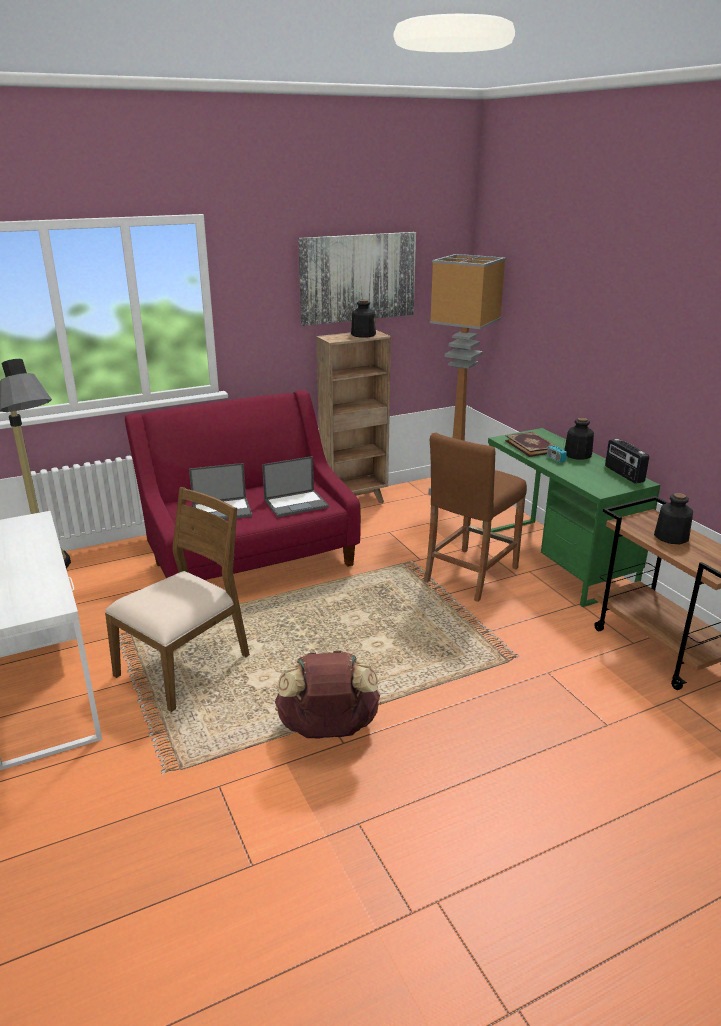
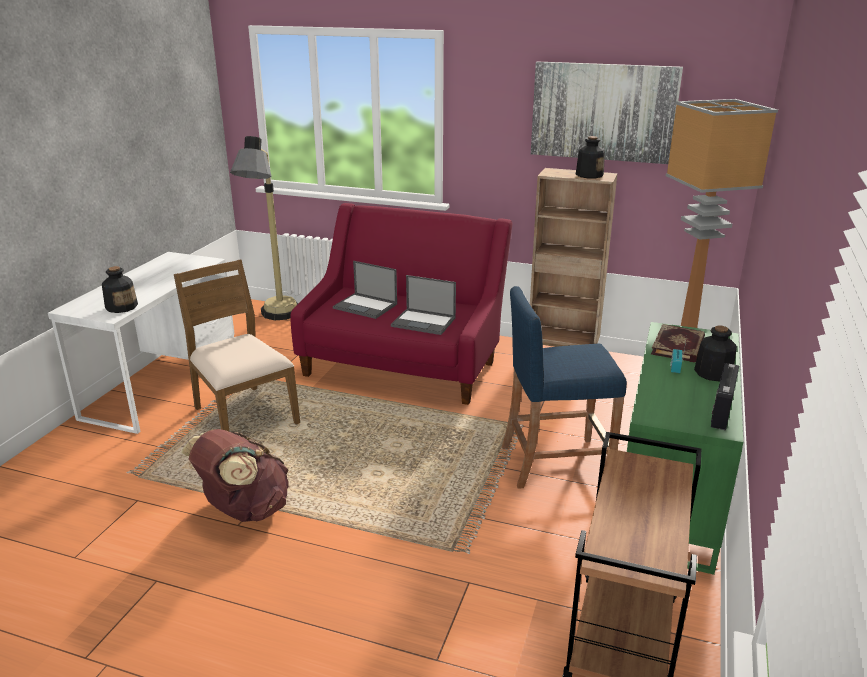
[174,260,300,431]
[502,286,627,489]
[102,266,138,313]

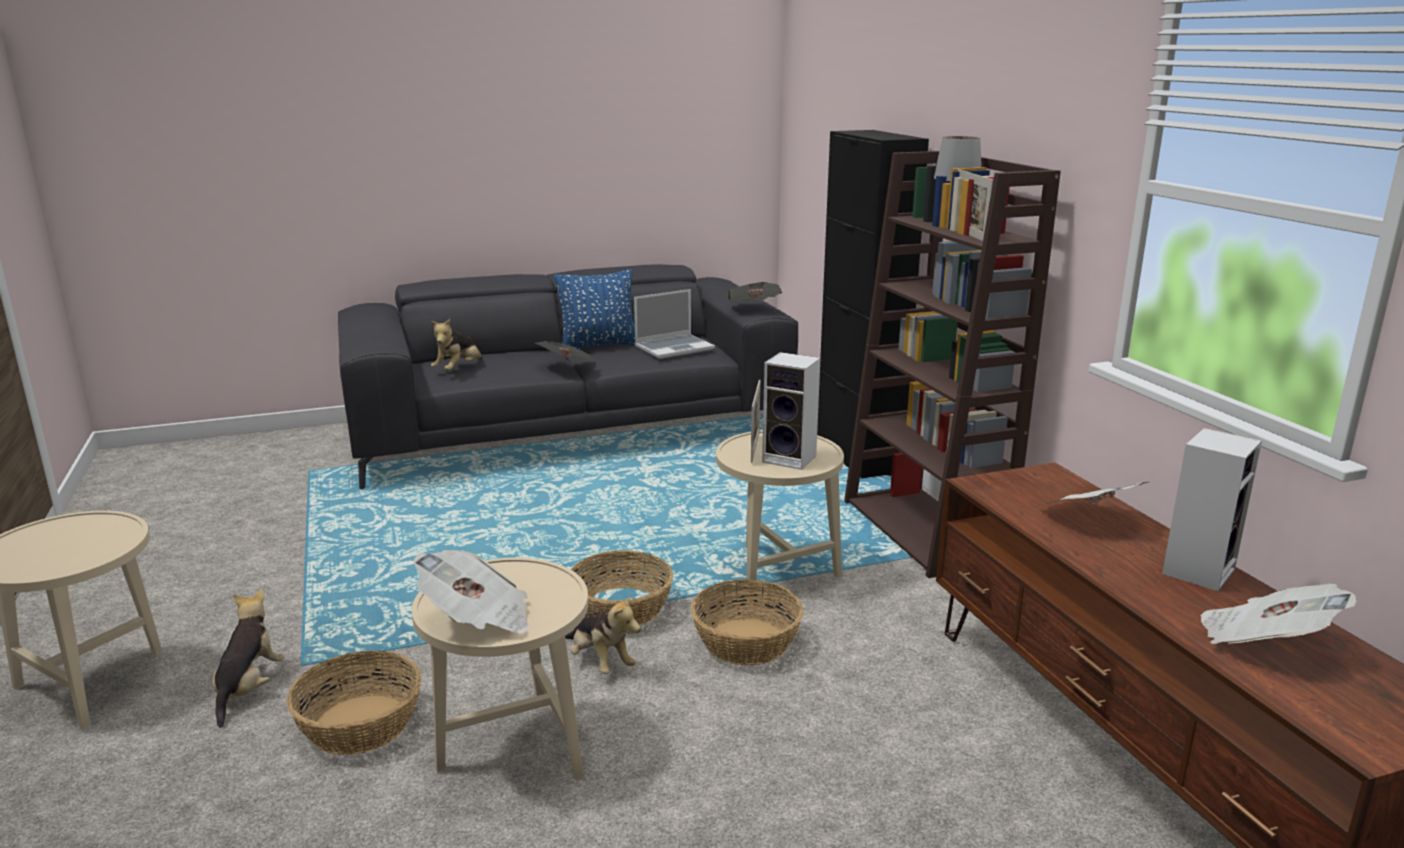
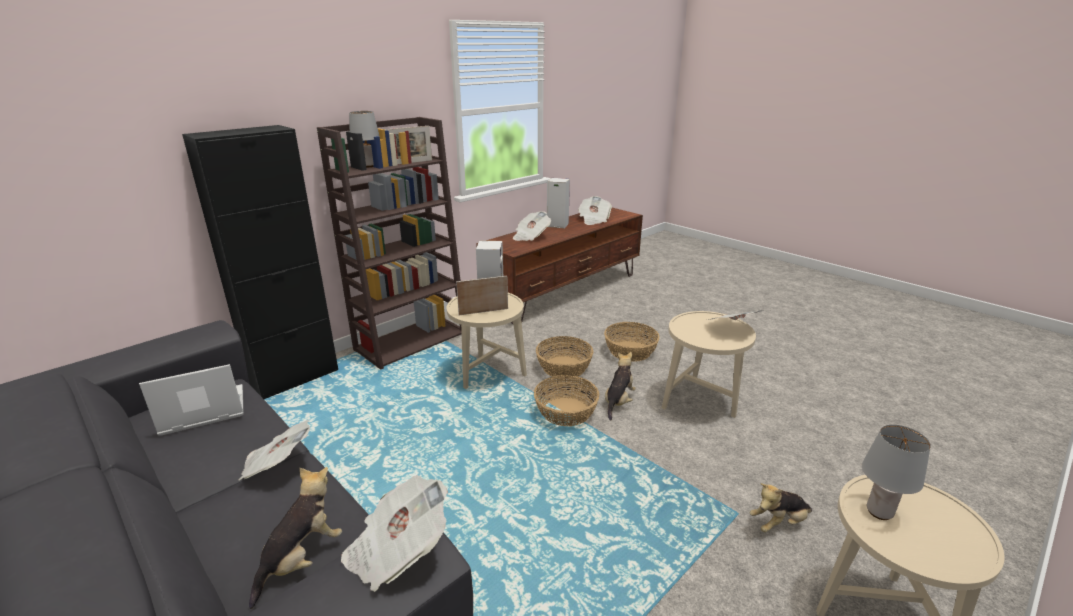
[604,322,660,362]
[249,467,342,609]
[554,269,635,349] (first image)
[139,364,244,435]
[341,475,448,592]
[862,425,931,520]

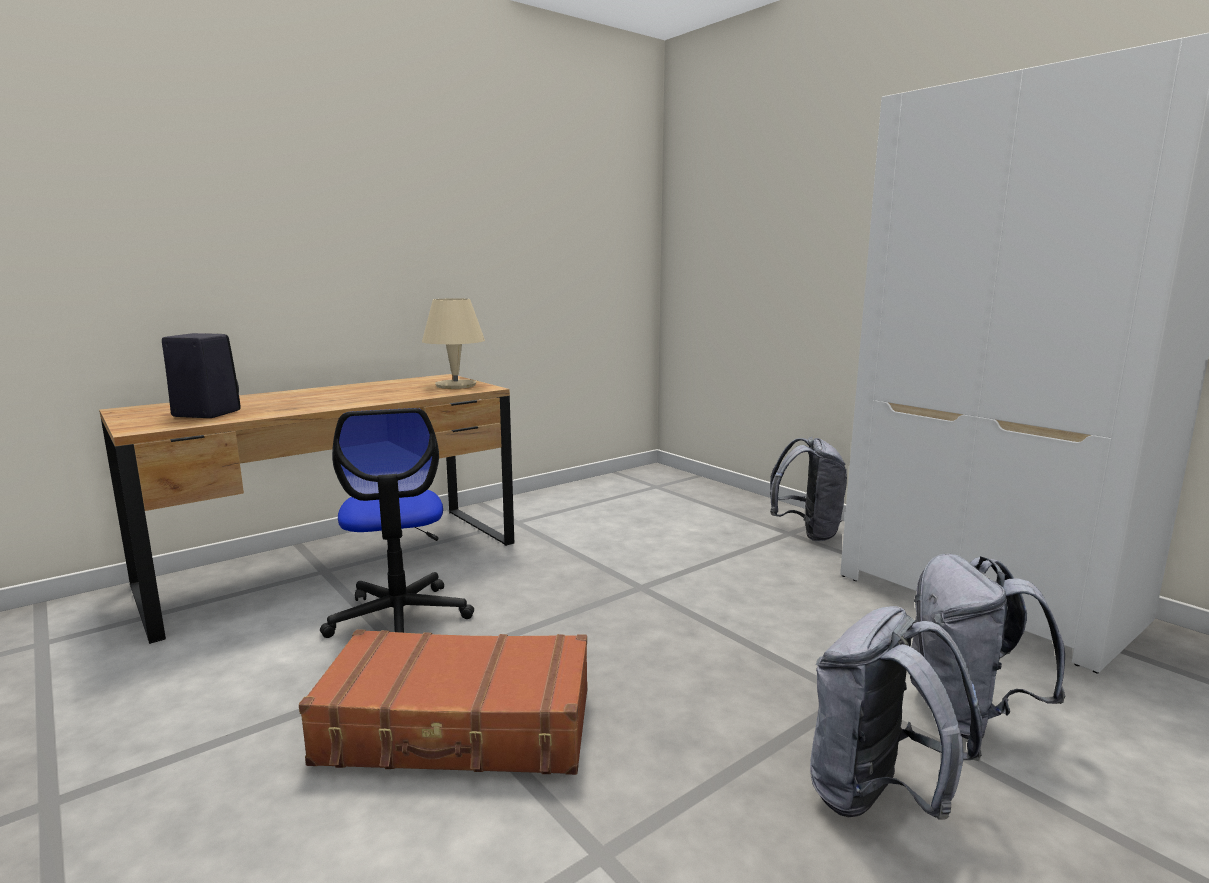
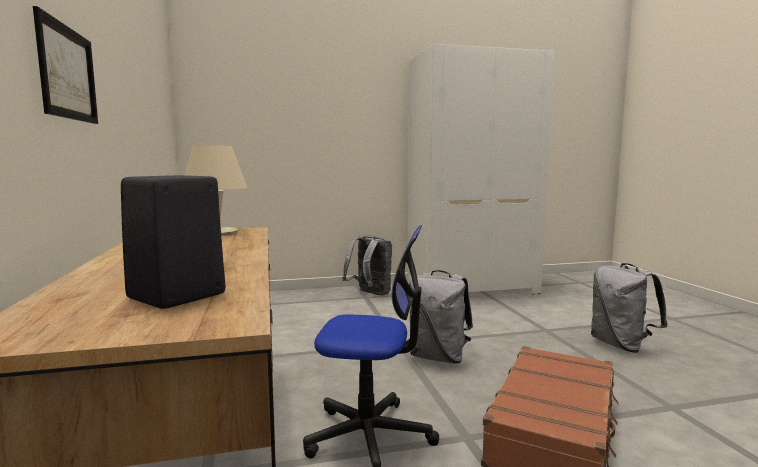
[409,270,473,363]
[33,6,98,124]

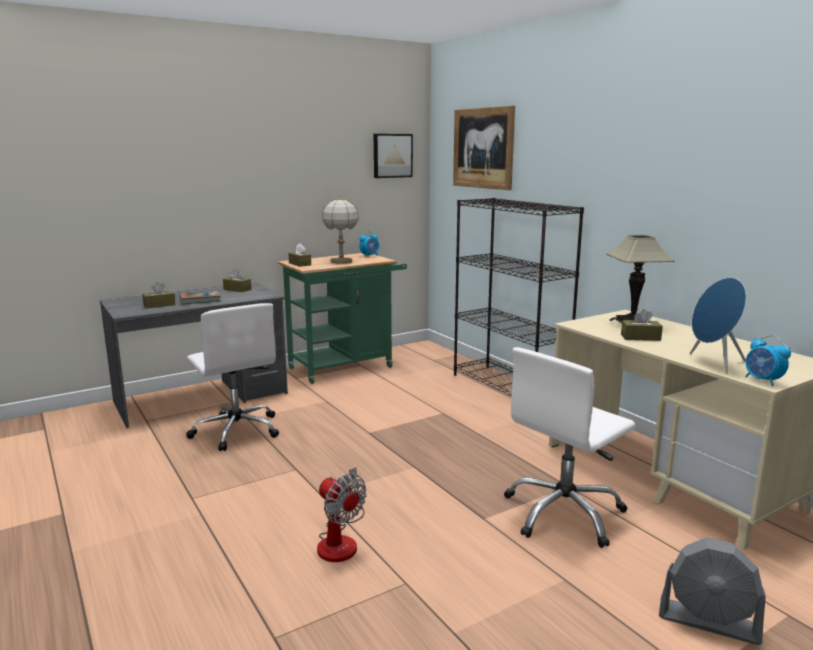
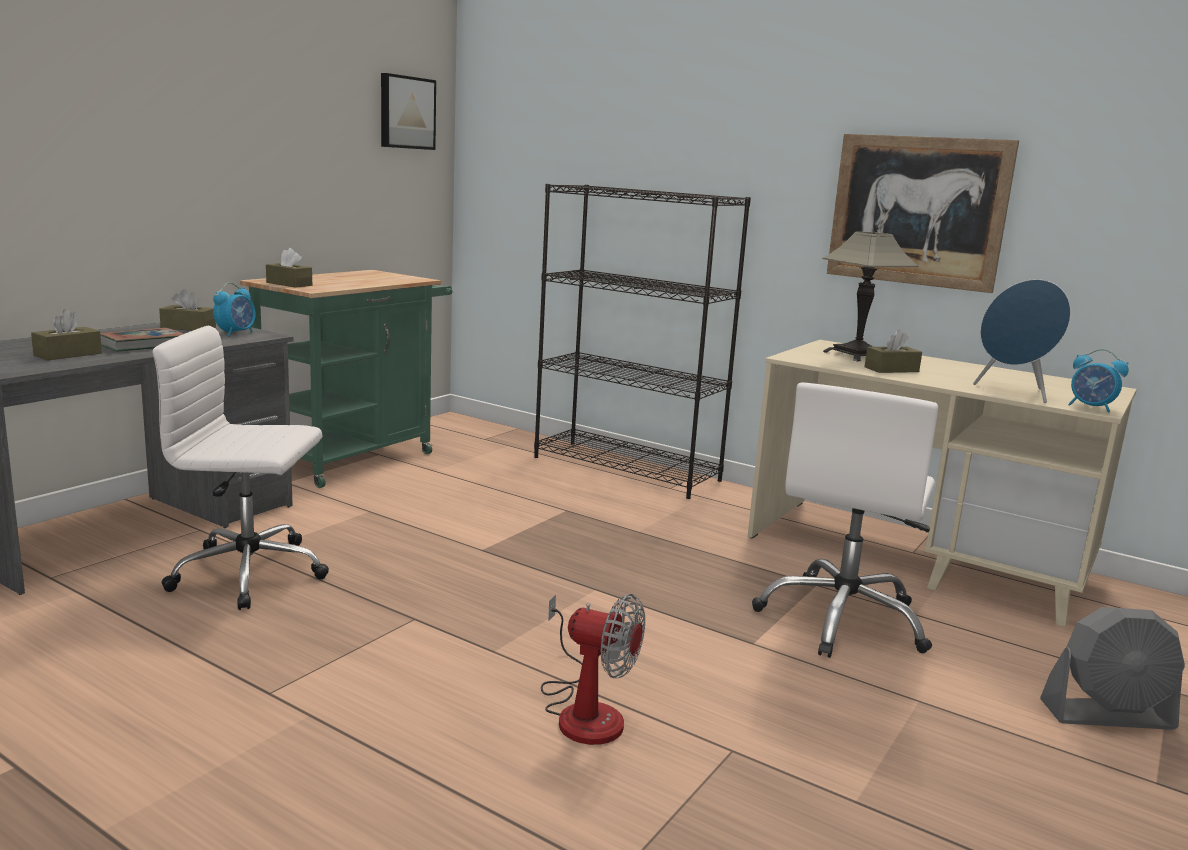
[153,325,329,610]
[322,196,359,264] (first image)
[213,282,256,336]
[827,134,1019,293]

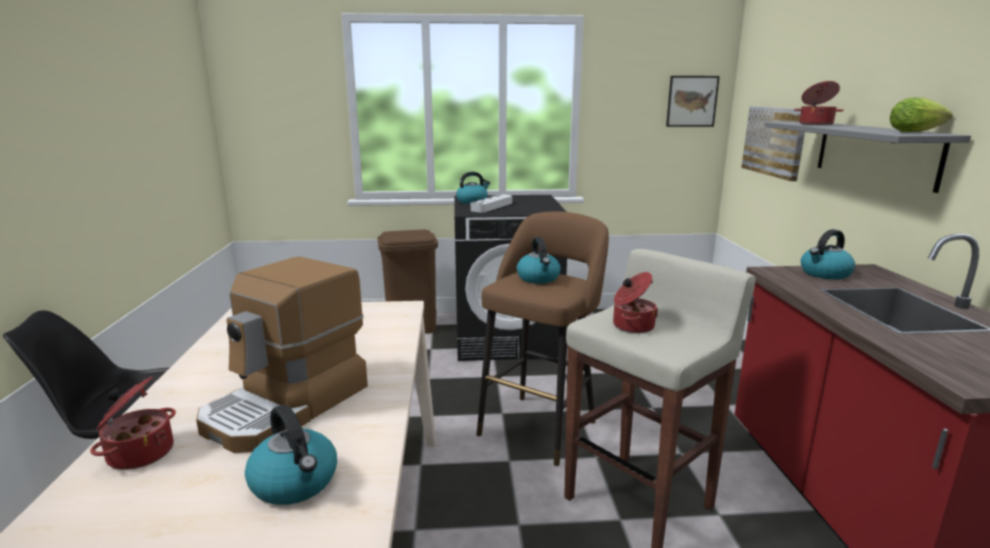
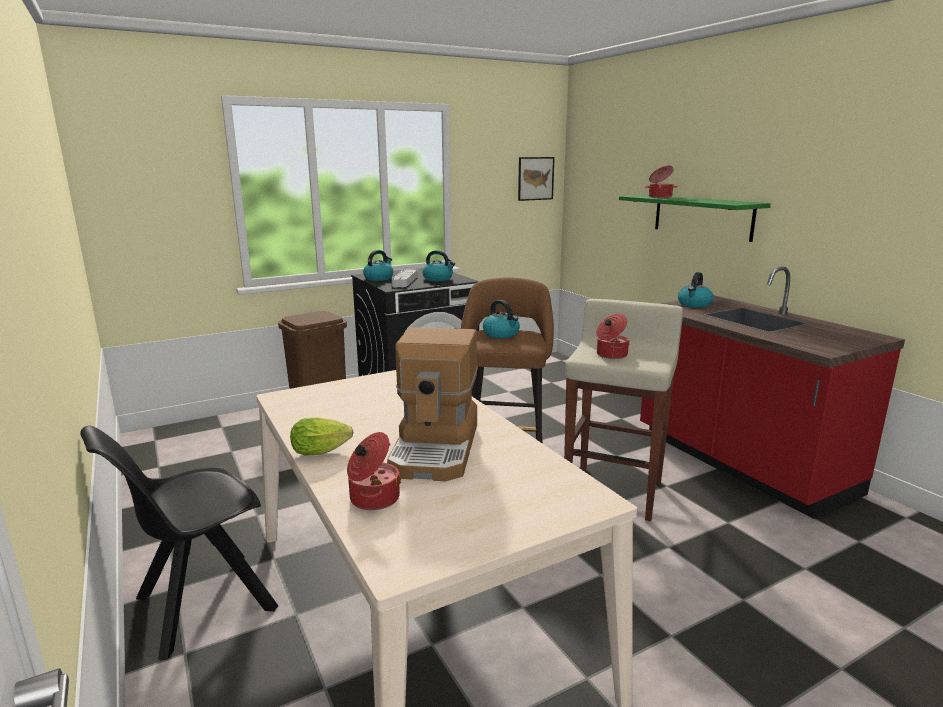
[423,250,455,281]
[741,106,805,181] (first image)
[619,195,771,242]
[290,417,353,456]

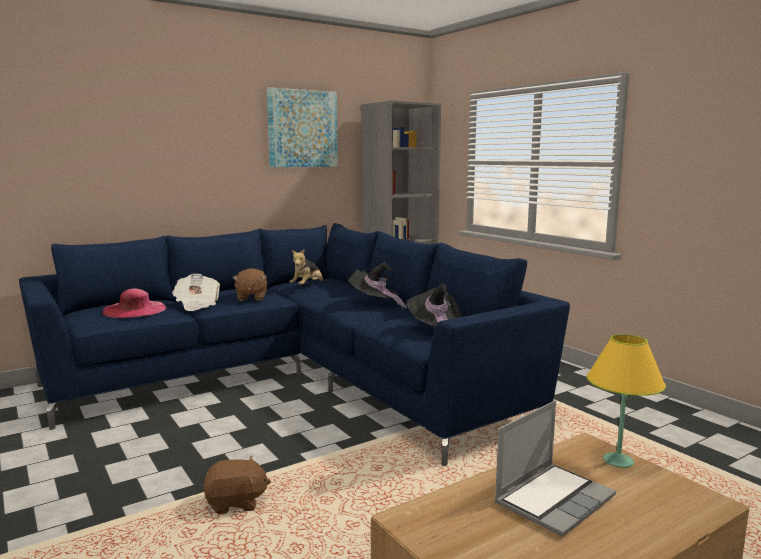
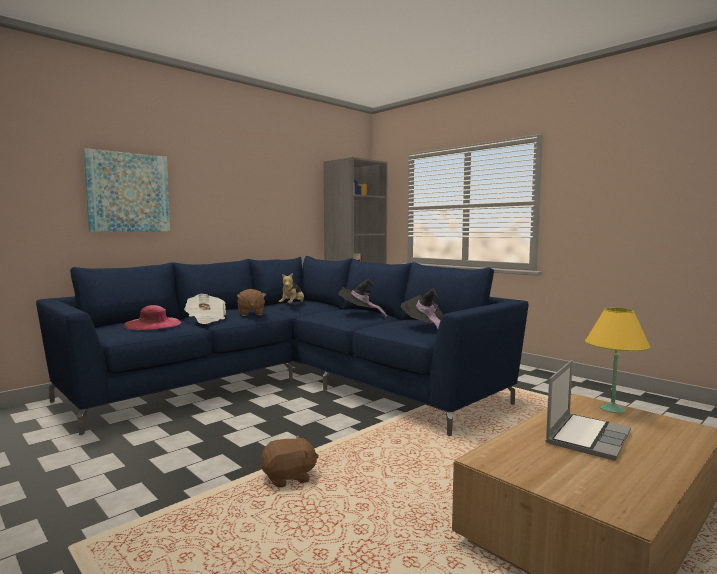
[83,148,170,231]

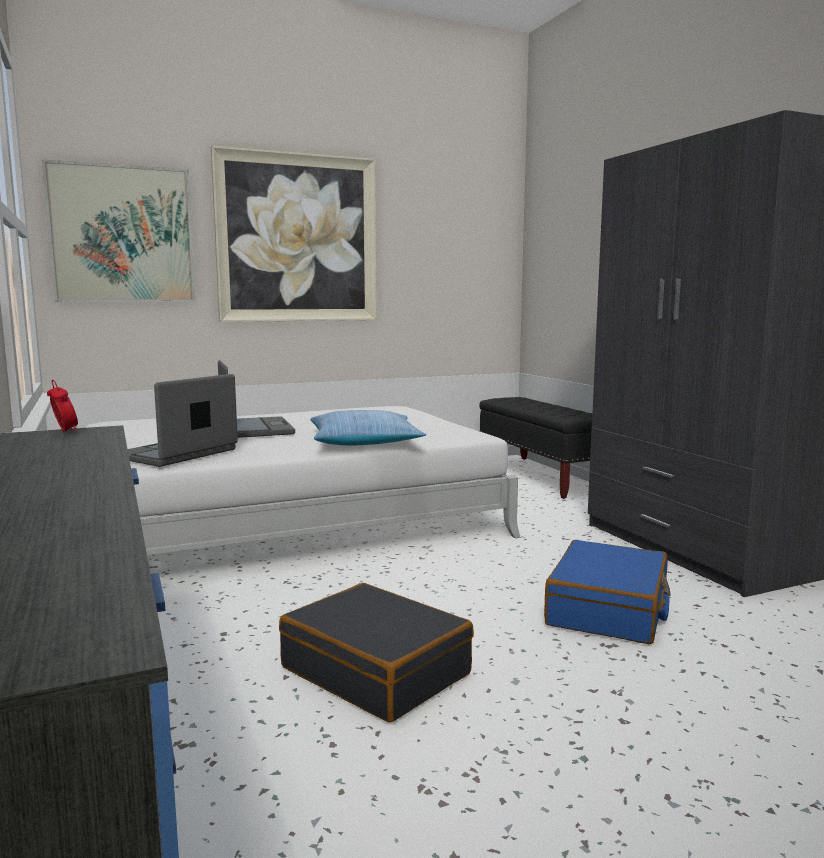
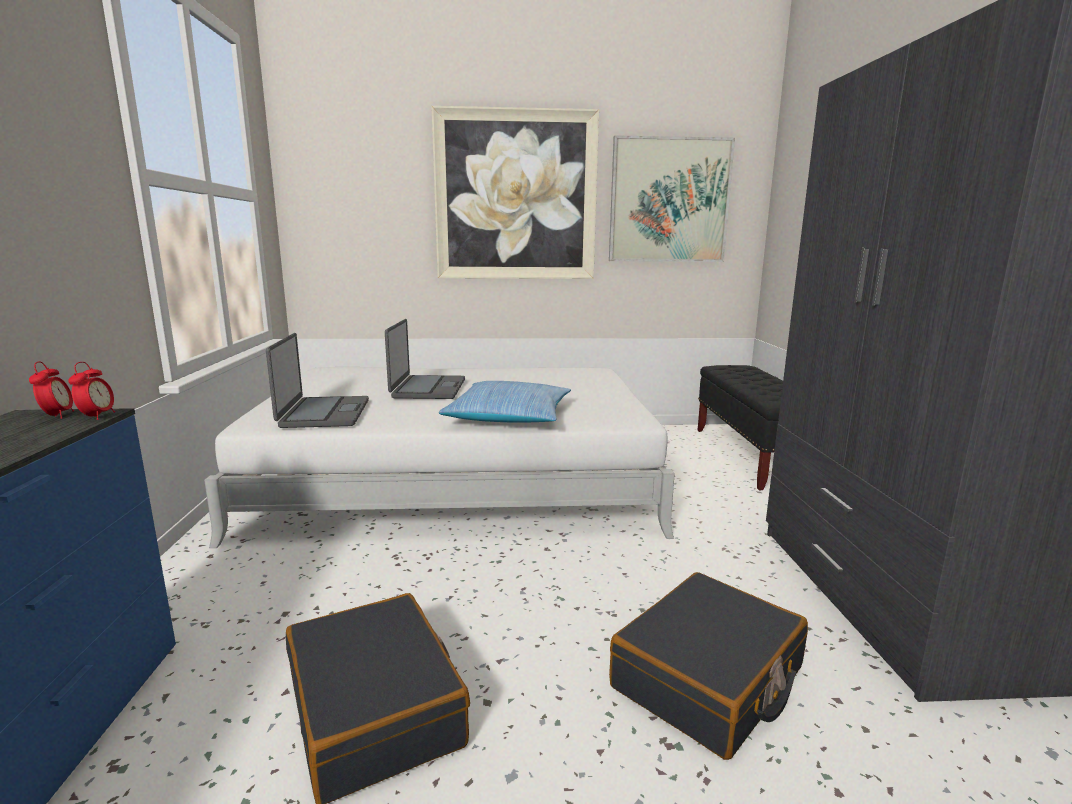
[609,135,735,262]
[266,333,369,428]
[609,572,808,760]
[68,362,115,420]

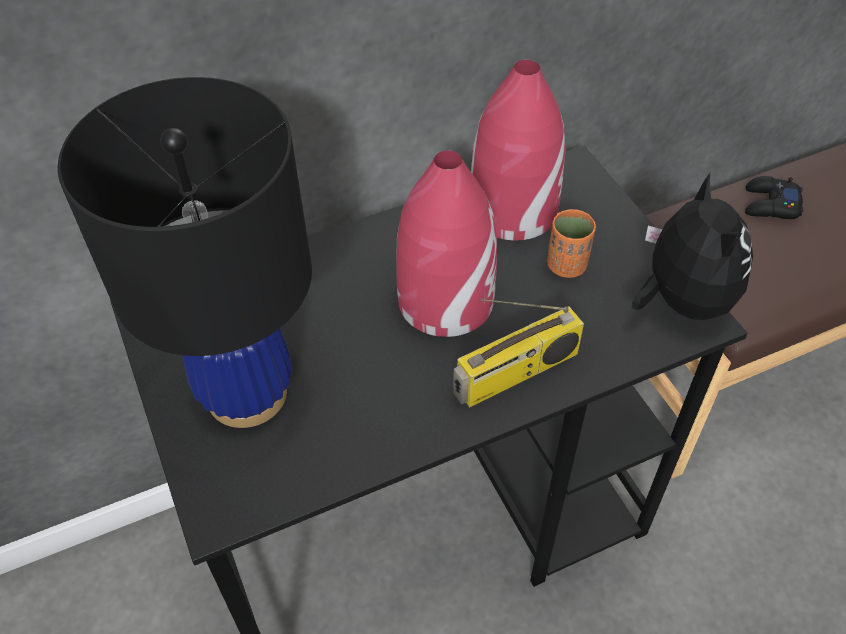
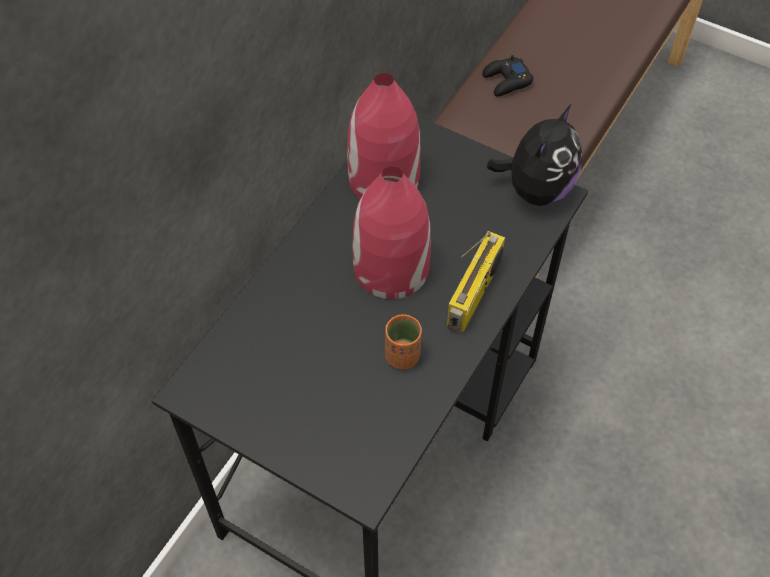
[58,77,312,428] (first image)
[385,314,422,369]
[487,104,582,206]

